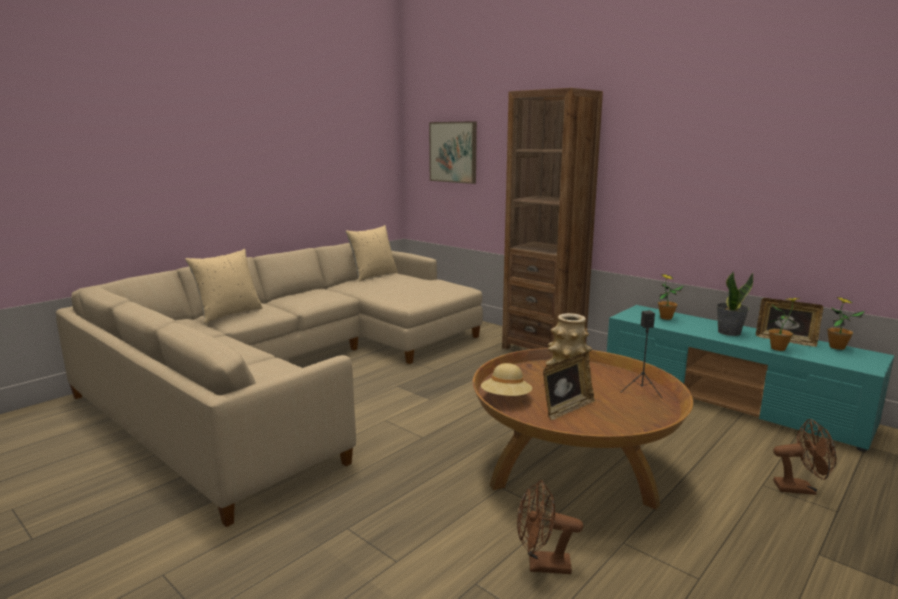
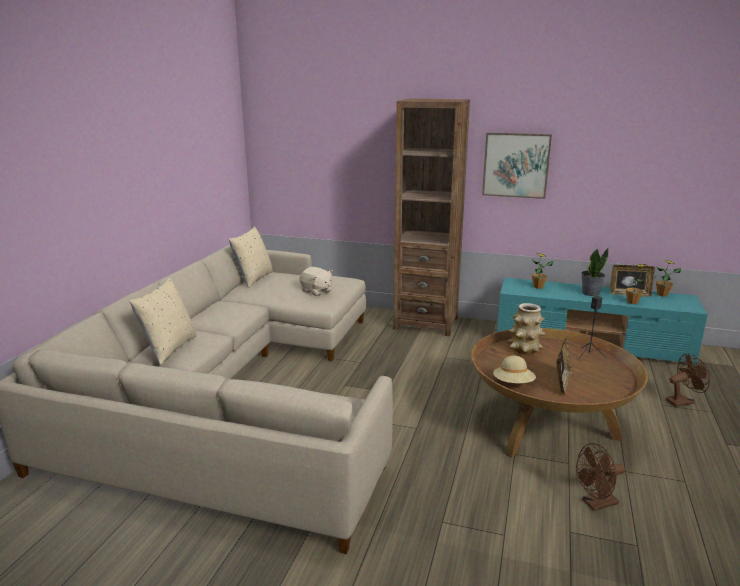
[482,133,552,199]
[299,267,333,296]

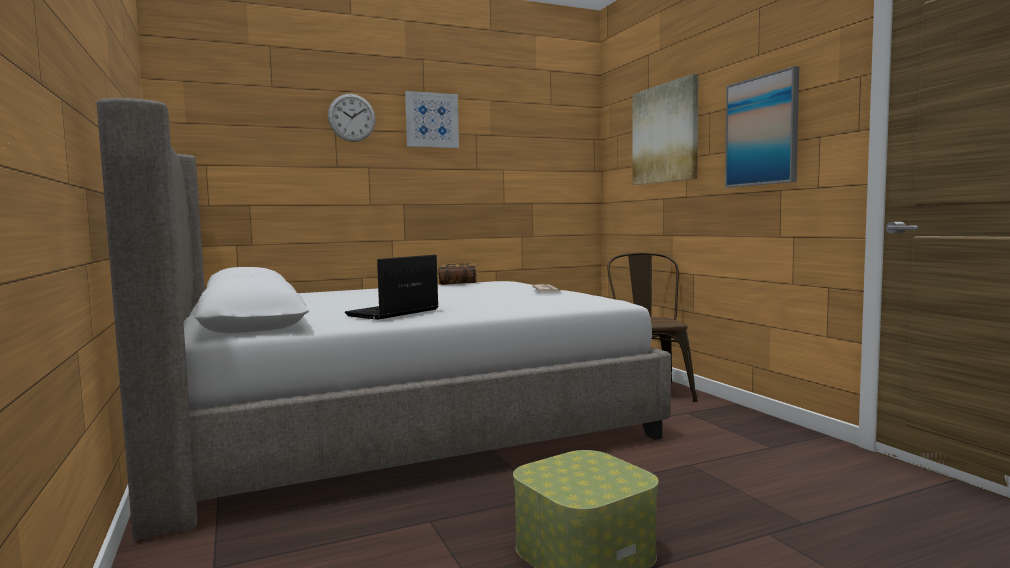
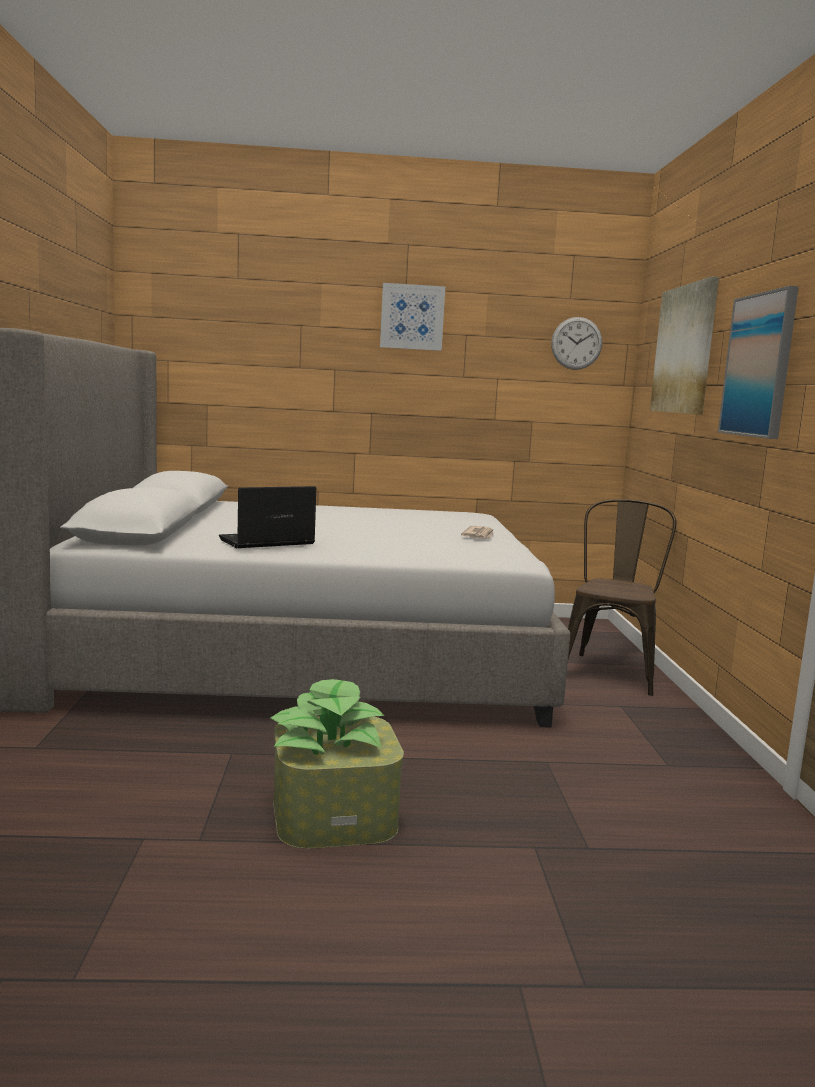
[551,317,602,370]
[438,263,477,285] (first image)
[271,679,385,755]

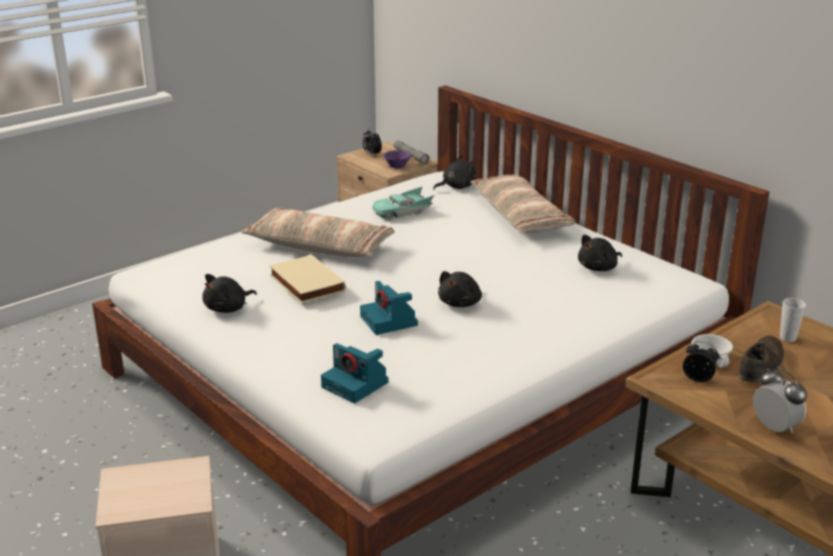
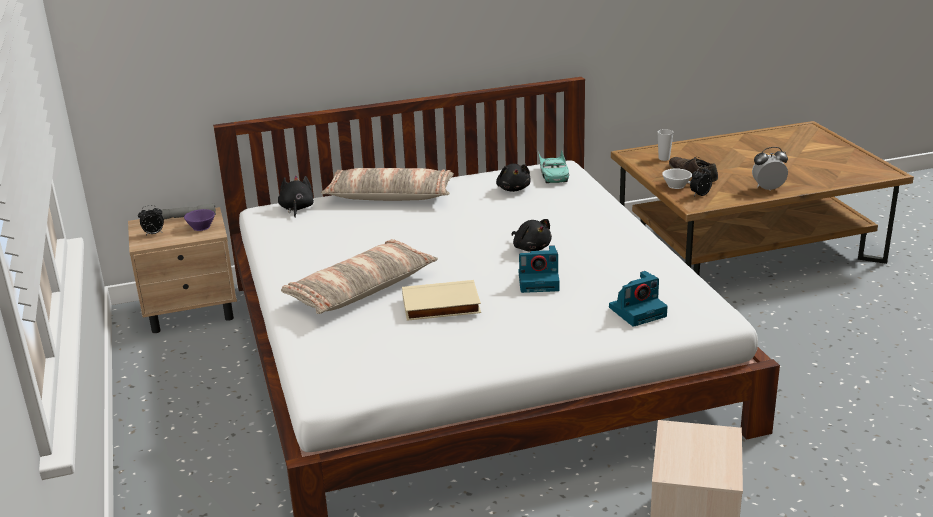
[202,274,257,313] (first image)
[538,149,569,183]

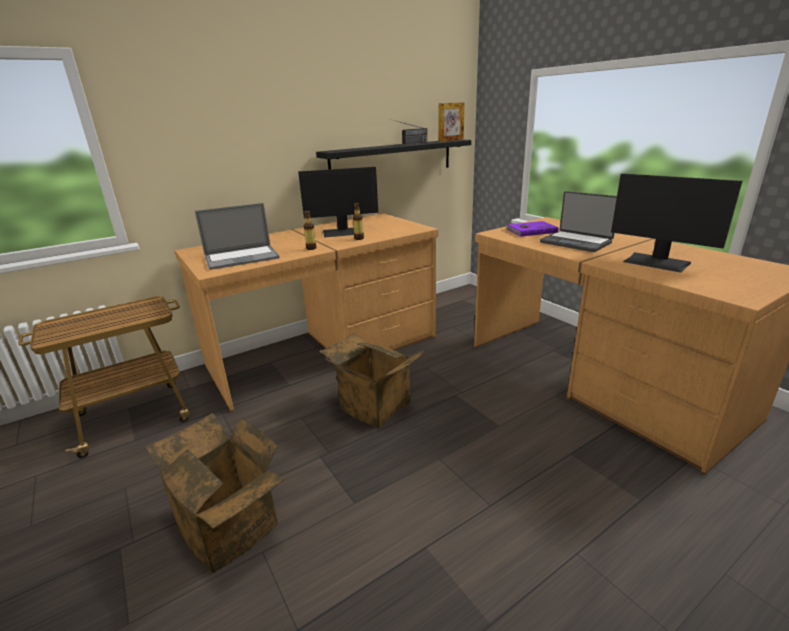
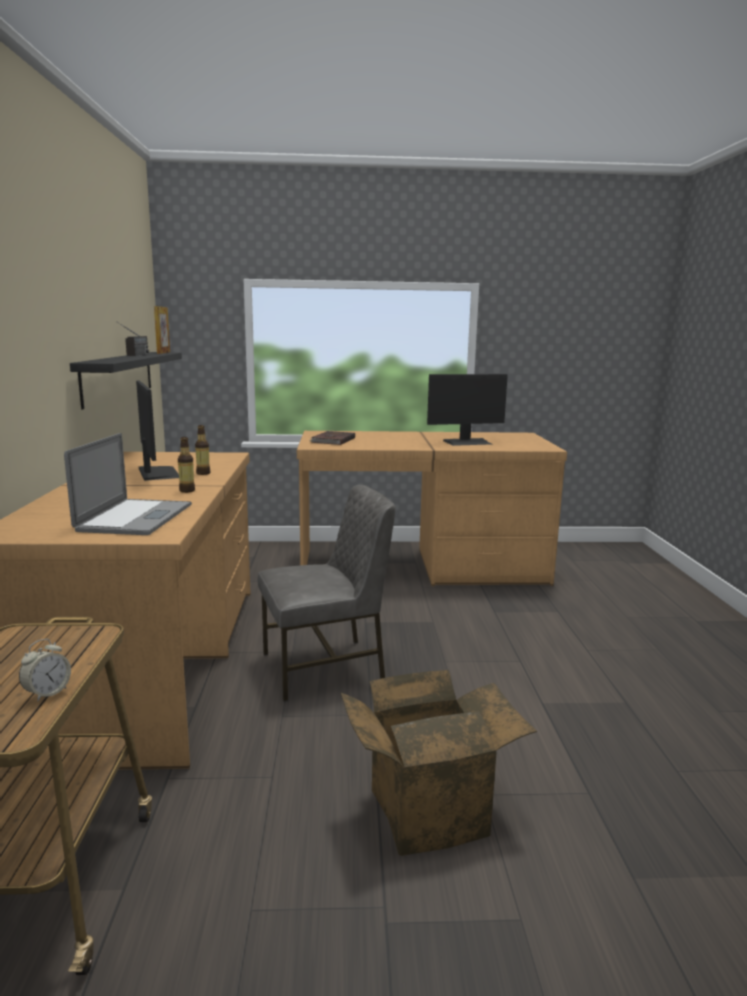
[136,380,179,481]
[257,485,395,702]
[310,431,355,445]
[540,191,617,252] (first image)
[19,639,71,702]

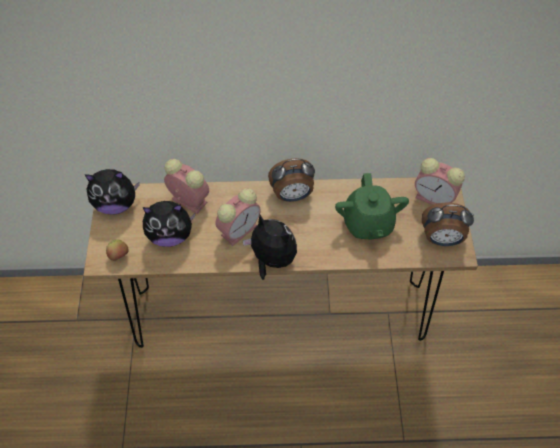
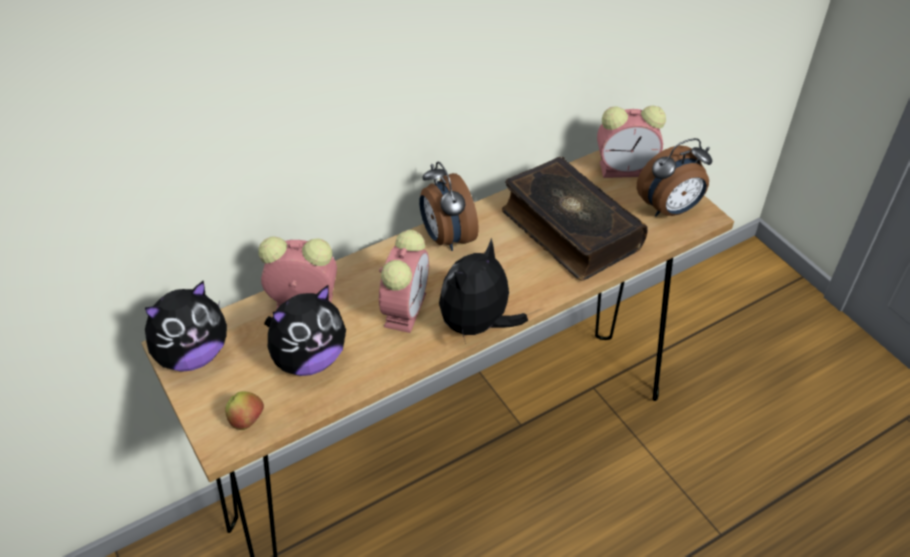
[439,238,528,344]
[419,162,479,251]
[502,157,648,281]

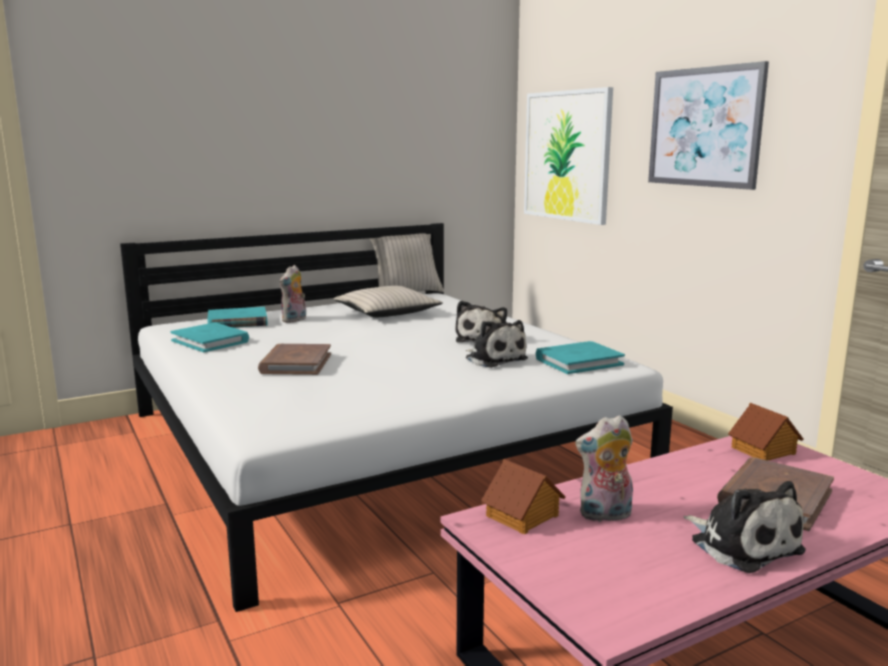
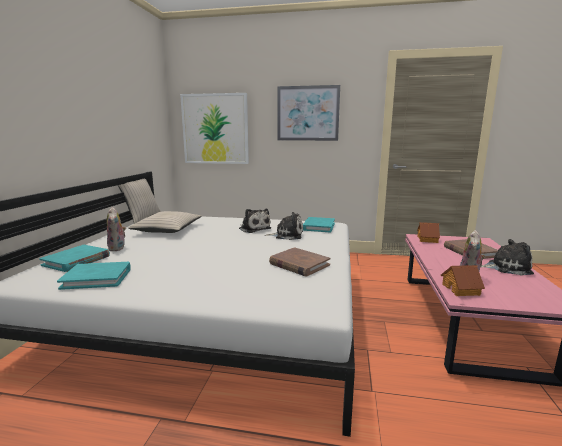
[269,247,331,277]

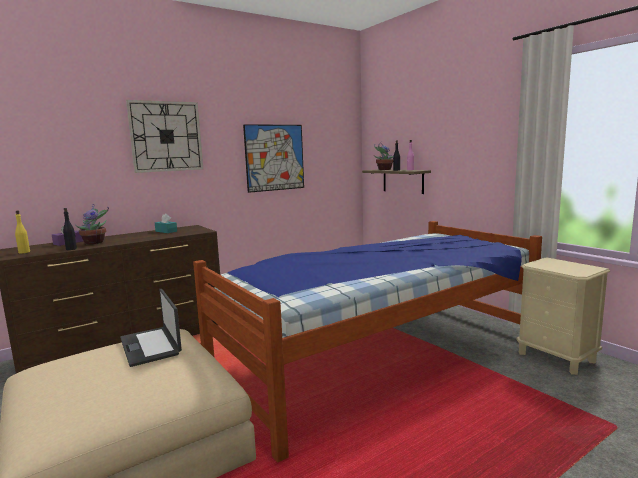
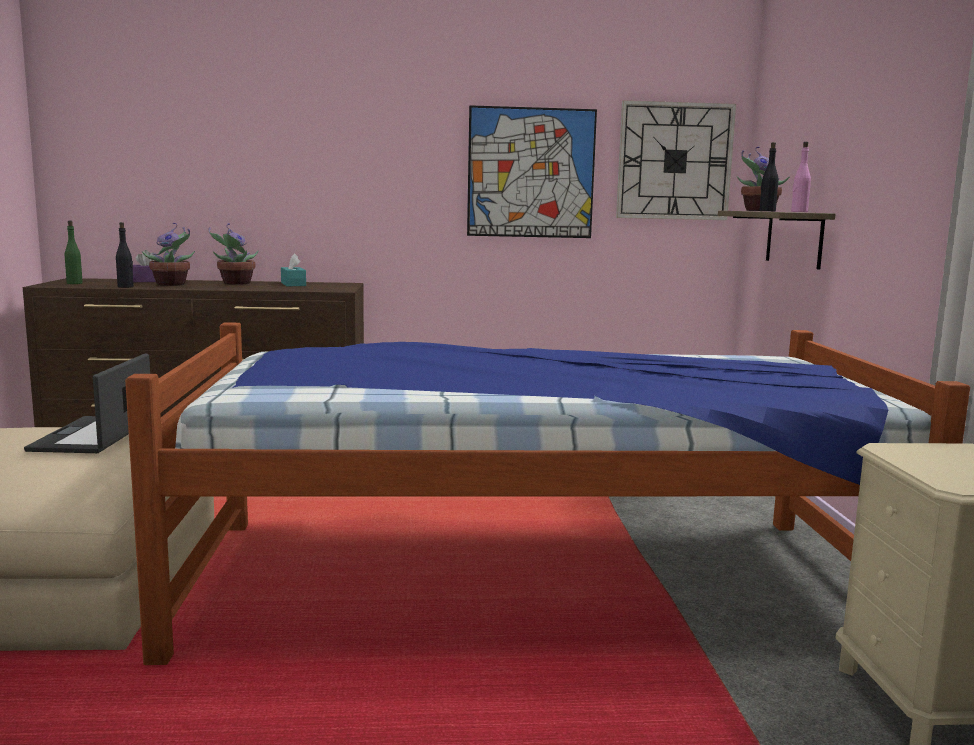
[65,221,83,284]
[616,100,736,220]
[208,223,258,285]

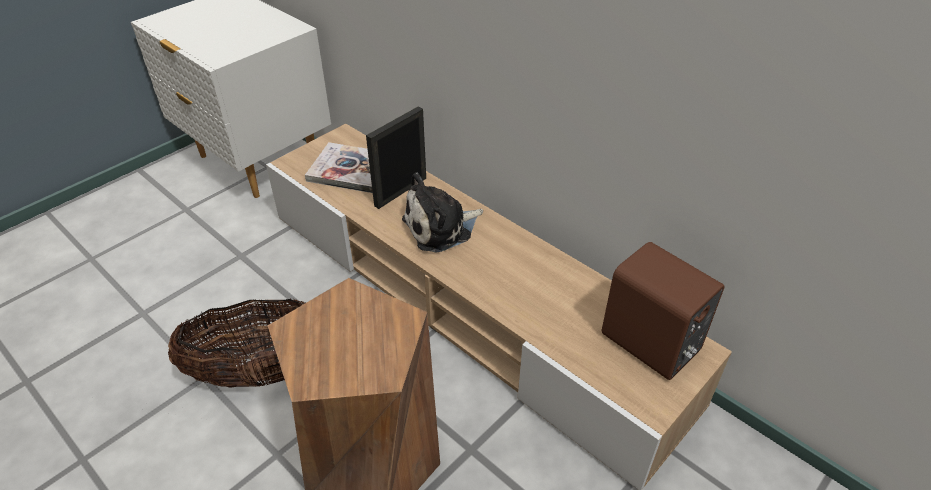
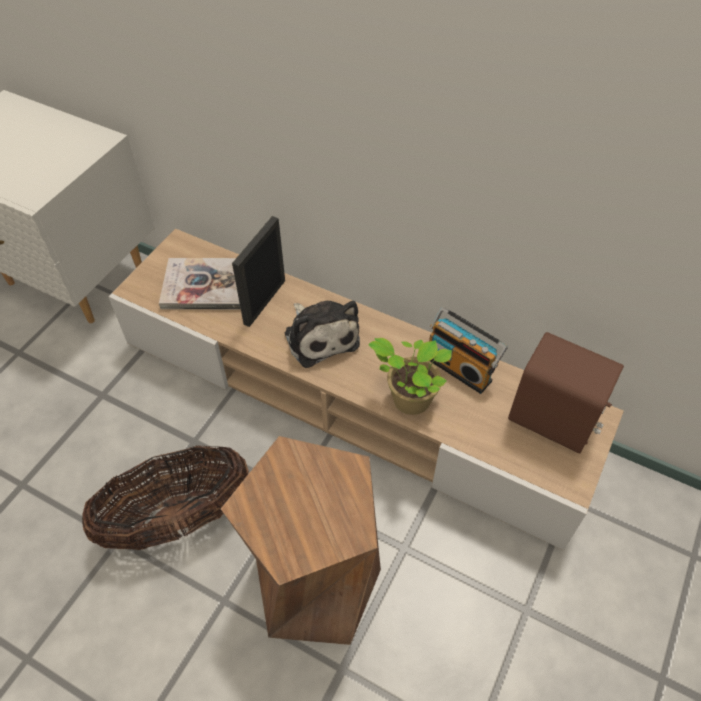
[285,301,360,368]
[368,338,452,415]
[429,307,508,394]

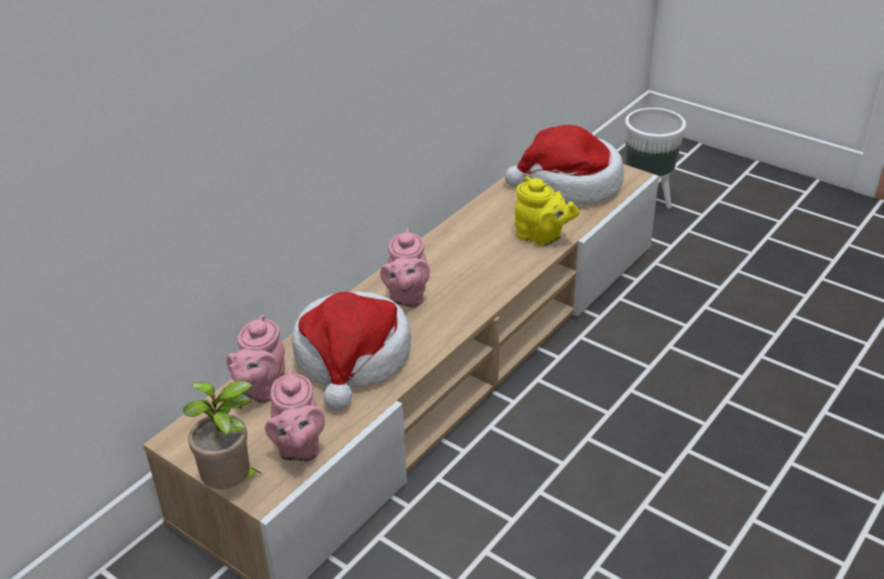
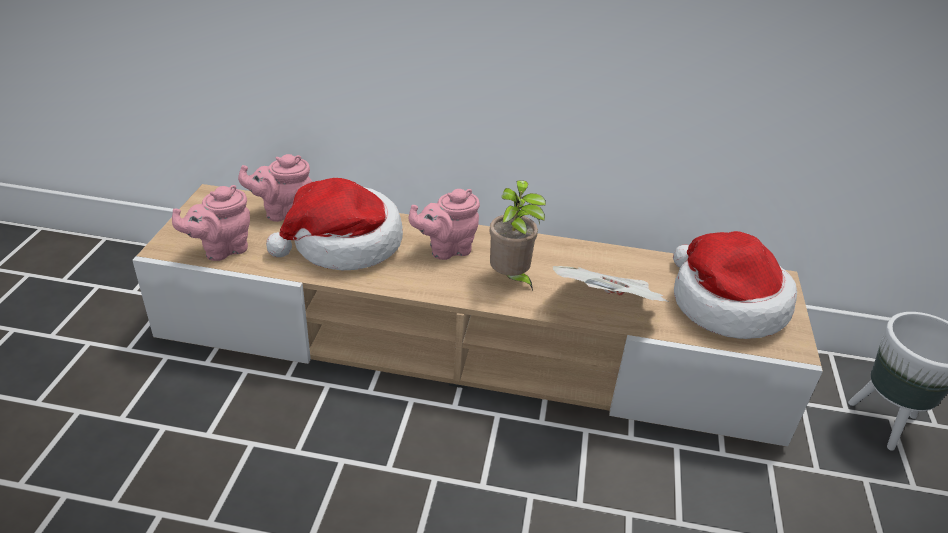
[489,180,546,291]
[552,266,669,302]

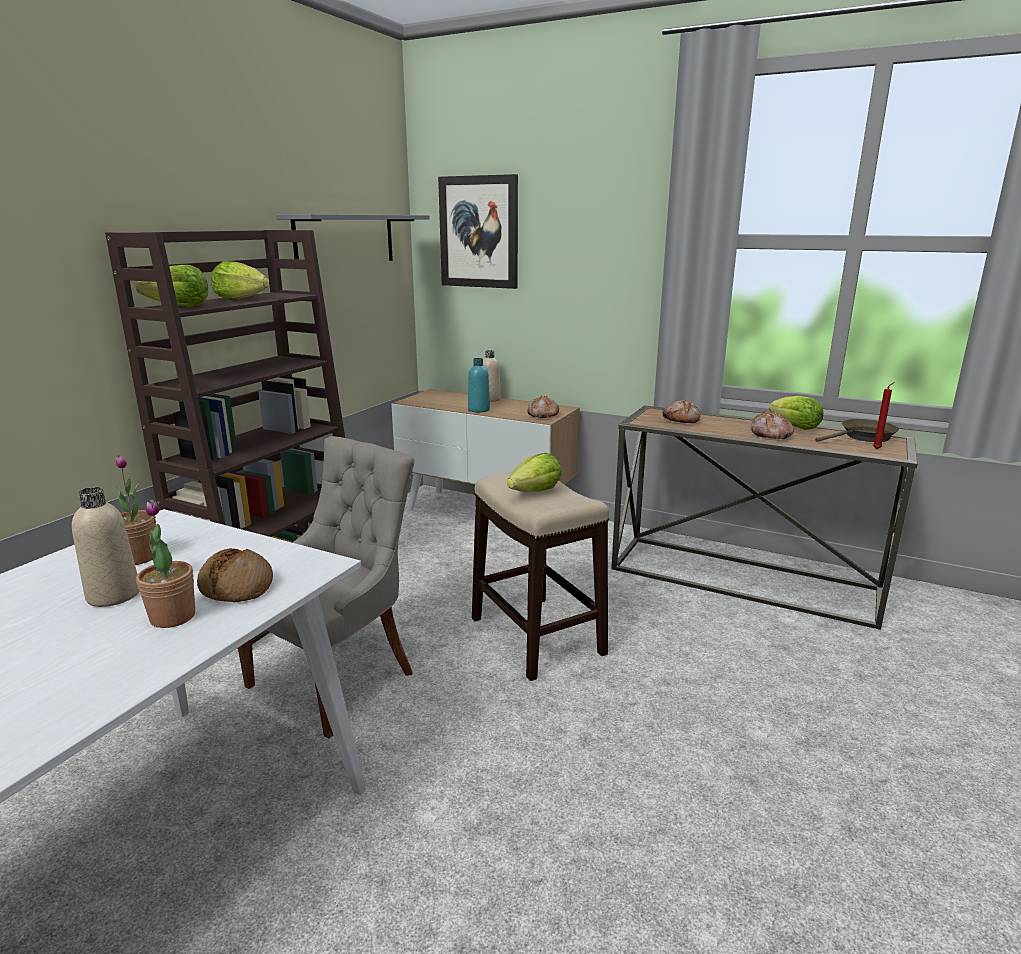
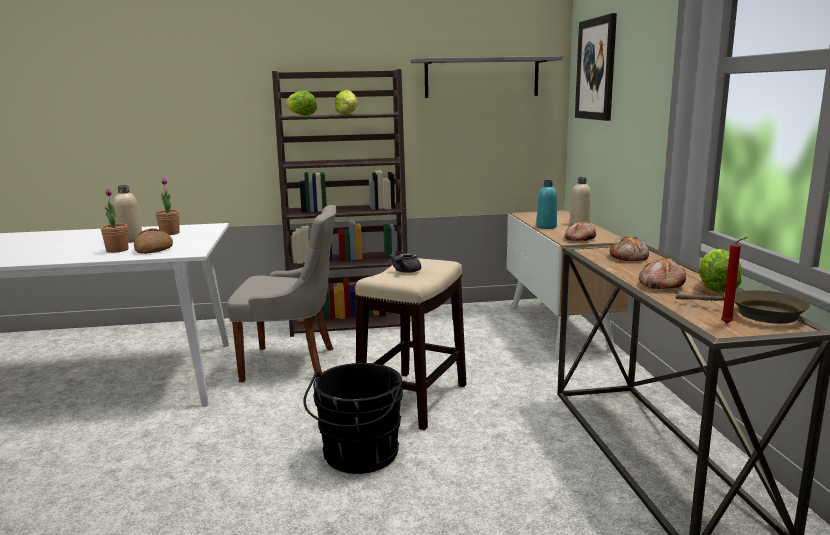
[389,253,421,273]
[303,363,403,474]

